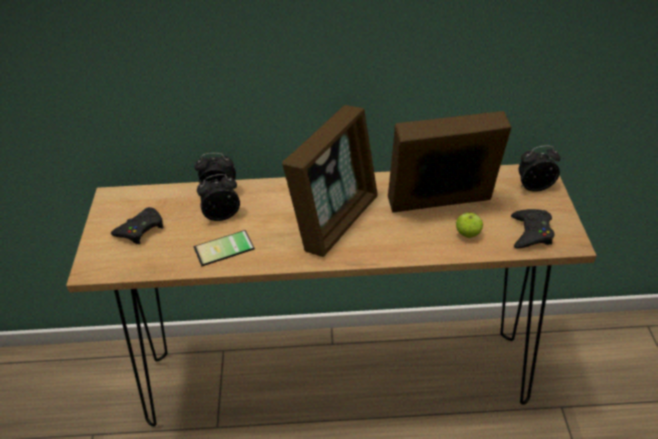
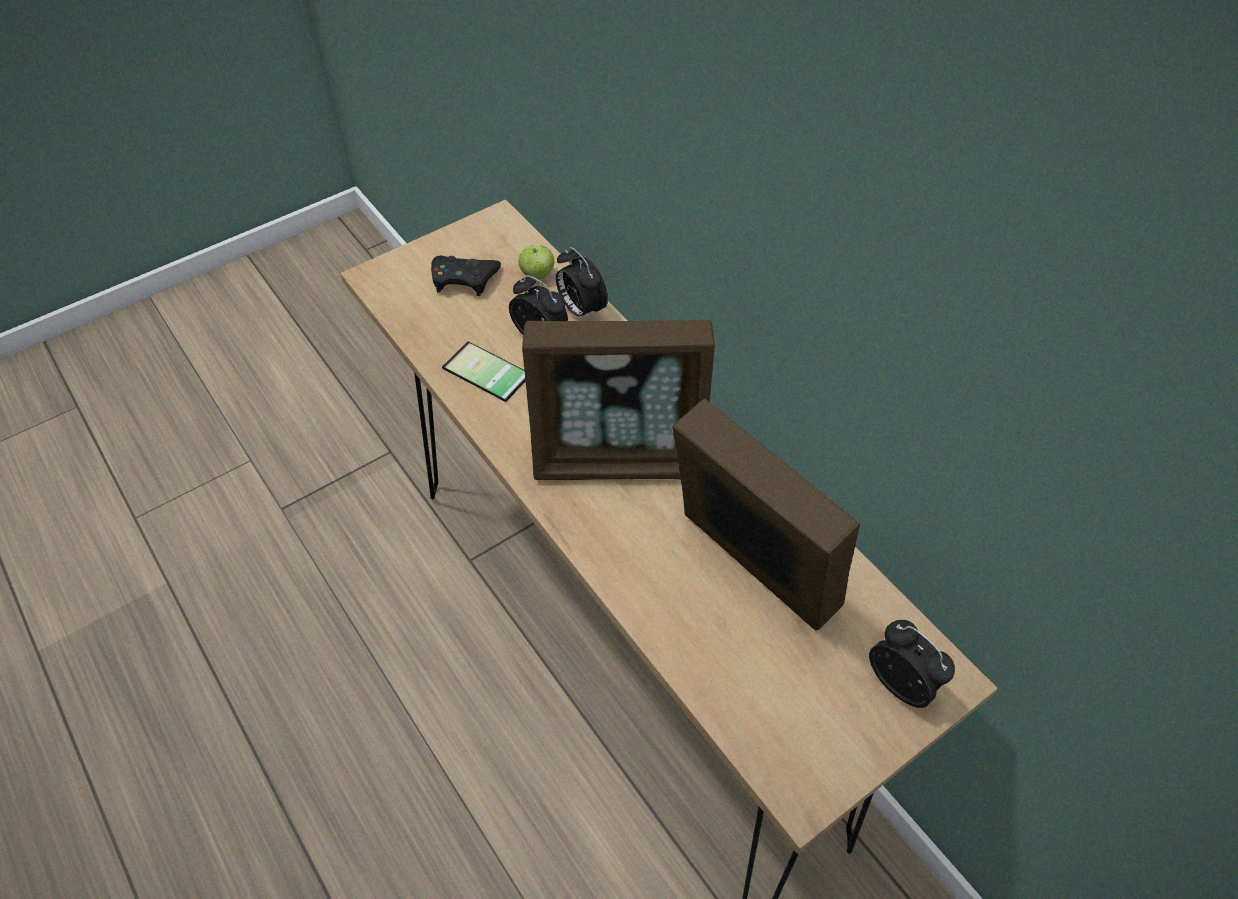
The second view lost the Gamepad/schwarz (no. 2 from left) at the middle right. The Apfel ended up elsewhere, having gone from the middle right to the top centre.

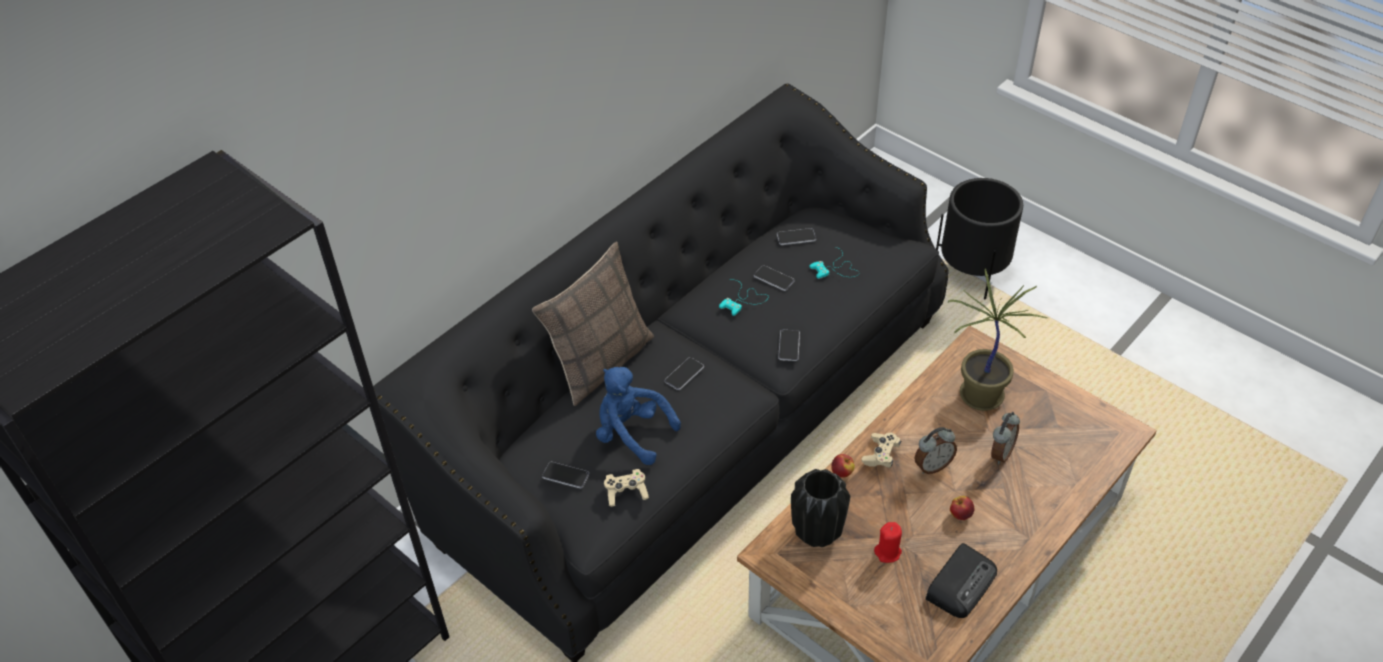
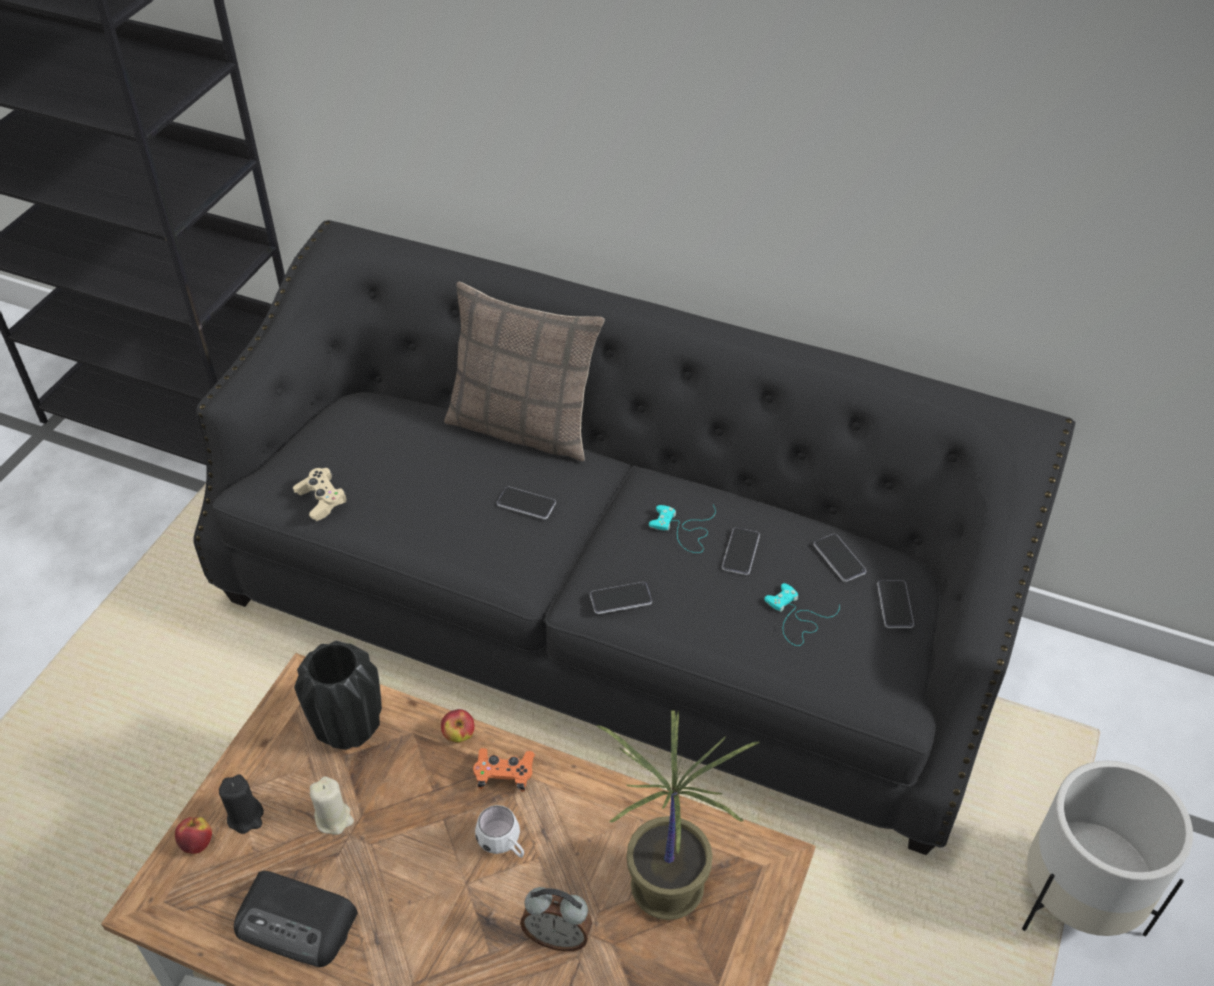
The second view lost the Plüschtier/blau at the centre. The second view gained the Kerze/schwarz at the bottom left. The Handy (no. 1 from left in the first image) ended up elsewhere, having gone from the bottom centre to the middle right. The Apfel (no. 2 from left in the first image) ended up elsewhere, having gone from the bottom right to the bottom left. Where the Wecker (no. 1 from left) stood at the bottom right, the Henkelbecher/weiß came to stand at the bottom centre. What was the Gamepad/beige (no. 2 from left) at the bottom centre turned into the Gamepad/orange at the bottom centre. What was the Kerze/rot at the bottom centre turned into the Kerze/beige at the bottom left. What was the Pflanzkübel/schwarz at the middle right turned into the Pflanzkübel/weiß at the bottom right.

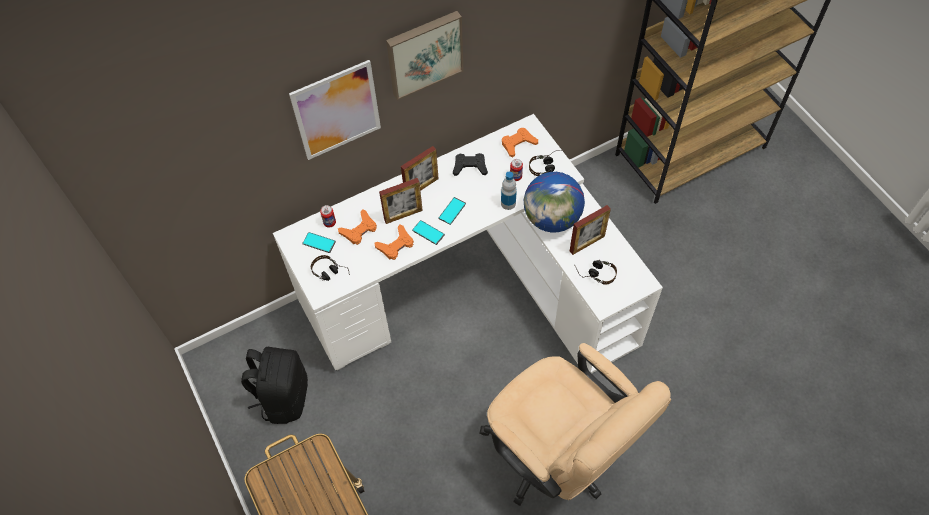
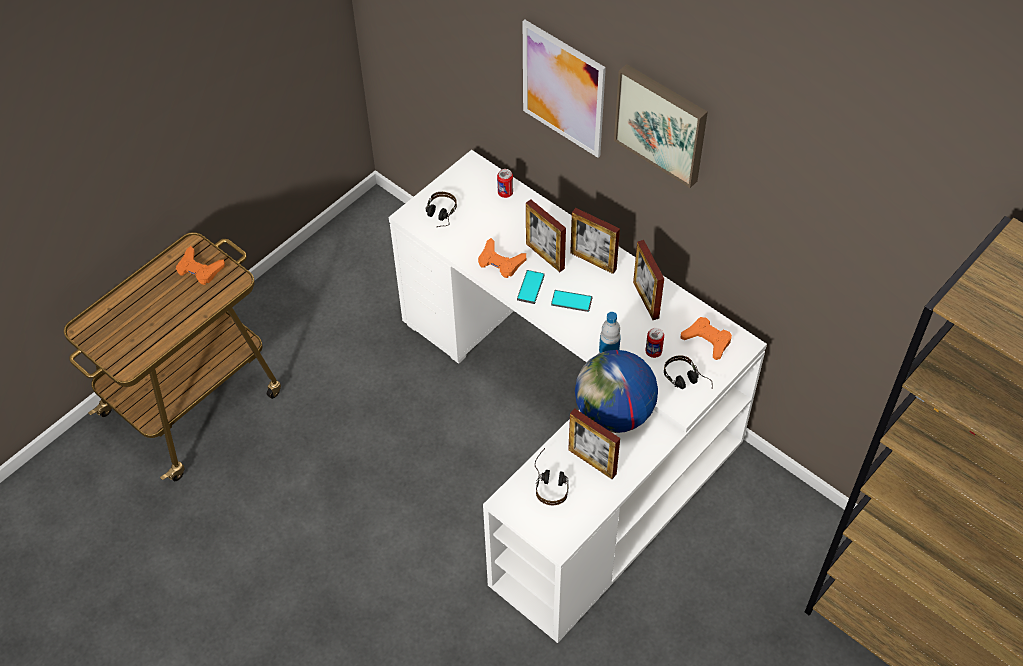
The second view lost the Rucksack/schwarz at the bottom left. The second view lost the Handy (no. 1 from left) at the centre. The second view lost the Bürostuhl/beige at the bottom centre. The Gamepad/orange (no. 1 from left) ended up elsewhere, having gone from the centre to the middle left. Where the Gamepad/schwarz stood at the top centre, the Bilderrahmen (no. 4 from left) came to stand at the centre.

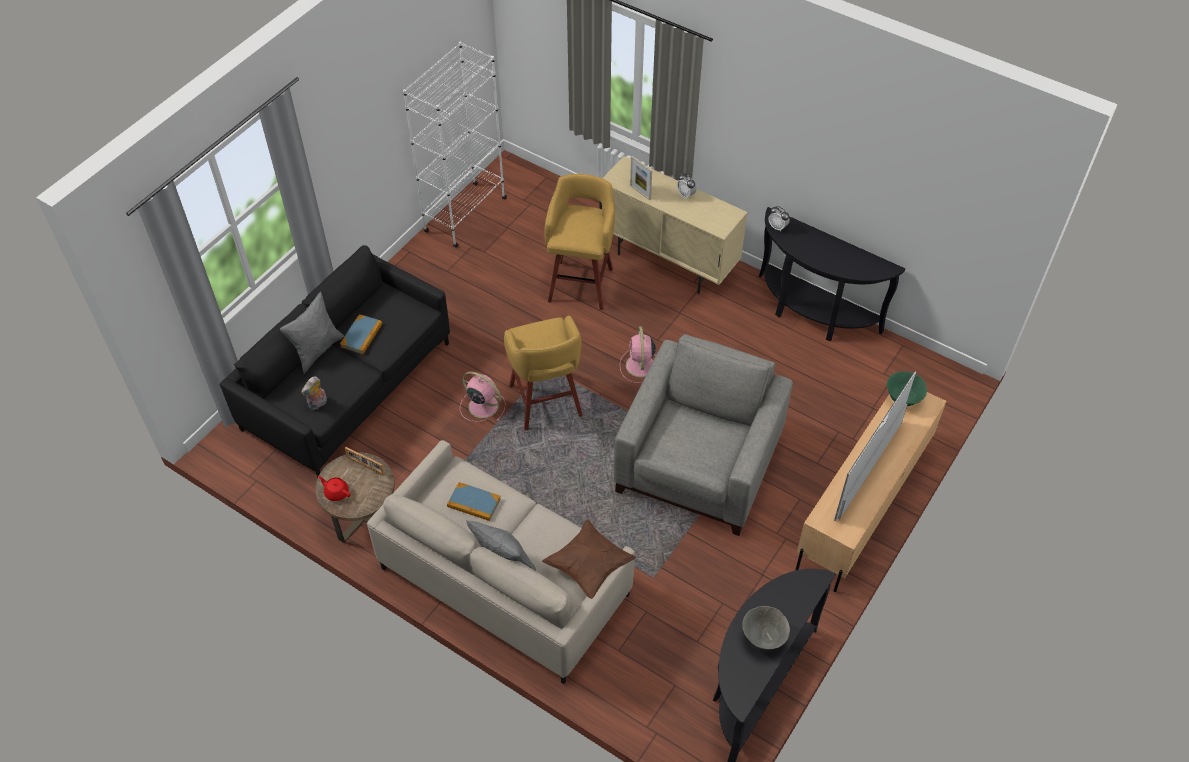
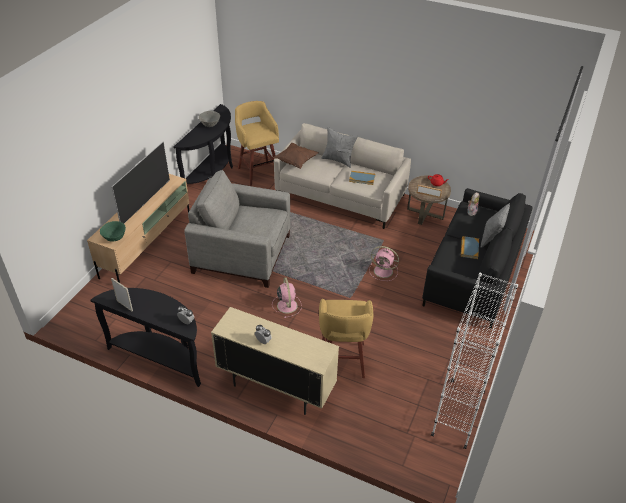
The Hocker/gelb (no. 1 from left) ended up elsewhere, having gone from the centre to the top centre. The Bilderrahmen (no. 2 from left in the first image) ended up elsewhere, having gone from the top centre to the middle left. The Sessel/grau at the centre ended up facing another way, 90 degrees clockwise from before.

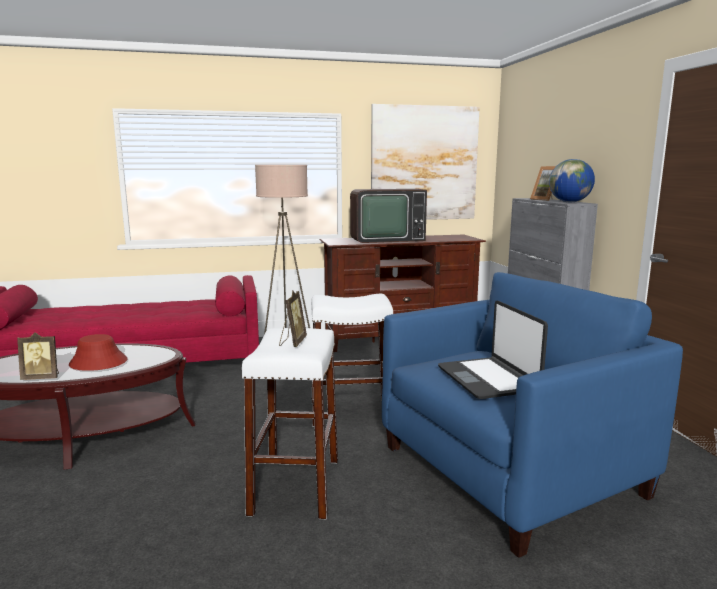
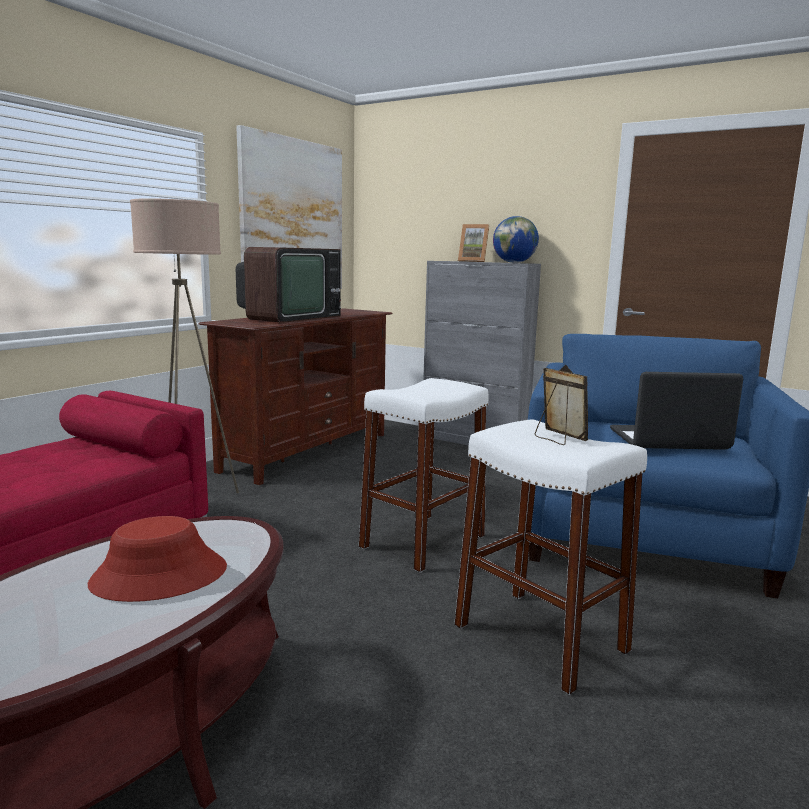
The second view lost the Bilderrahmen (no. 1 from left) at the middle left. The Laptop at the middle right ended up facing another way, 150 degrees clockwise from before.

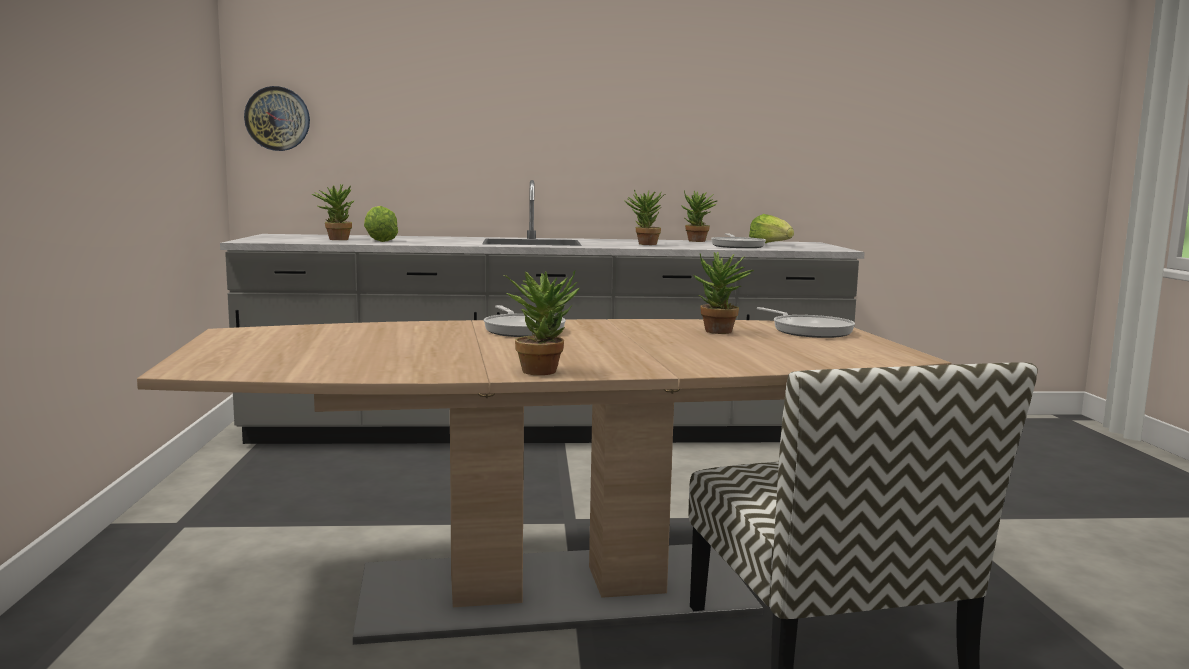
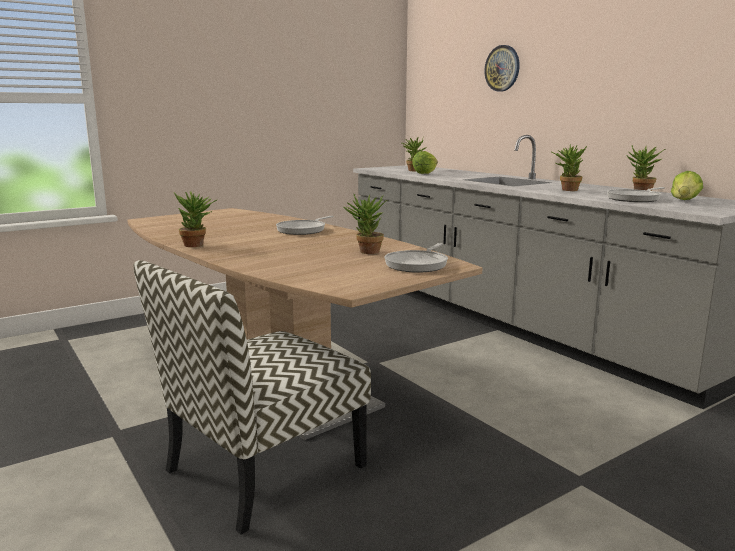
The Wanduhr ended up elsewhere, having gone from the top left to the top right.

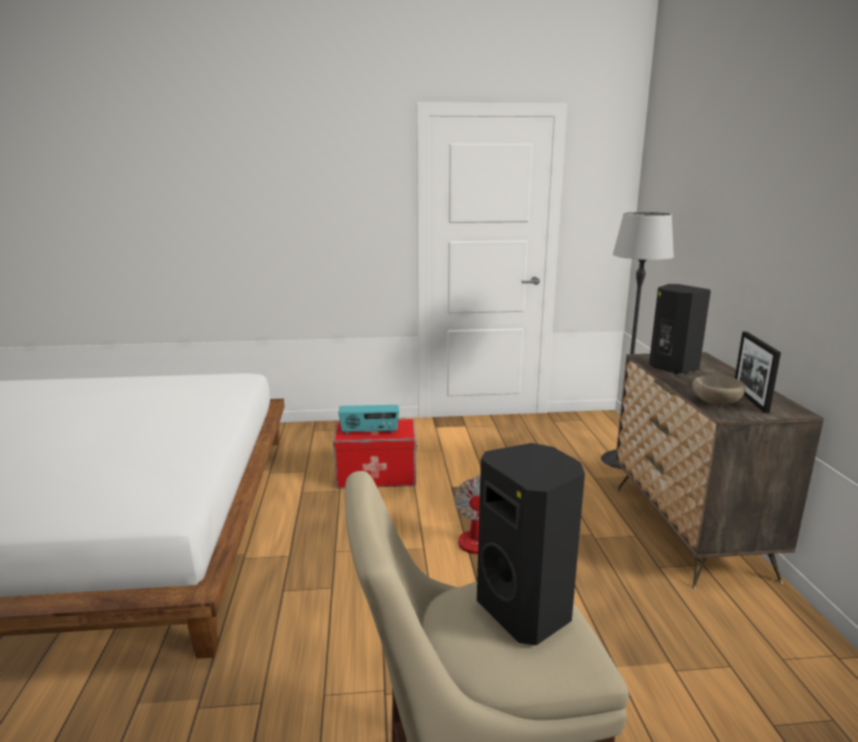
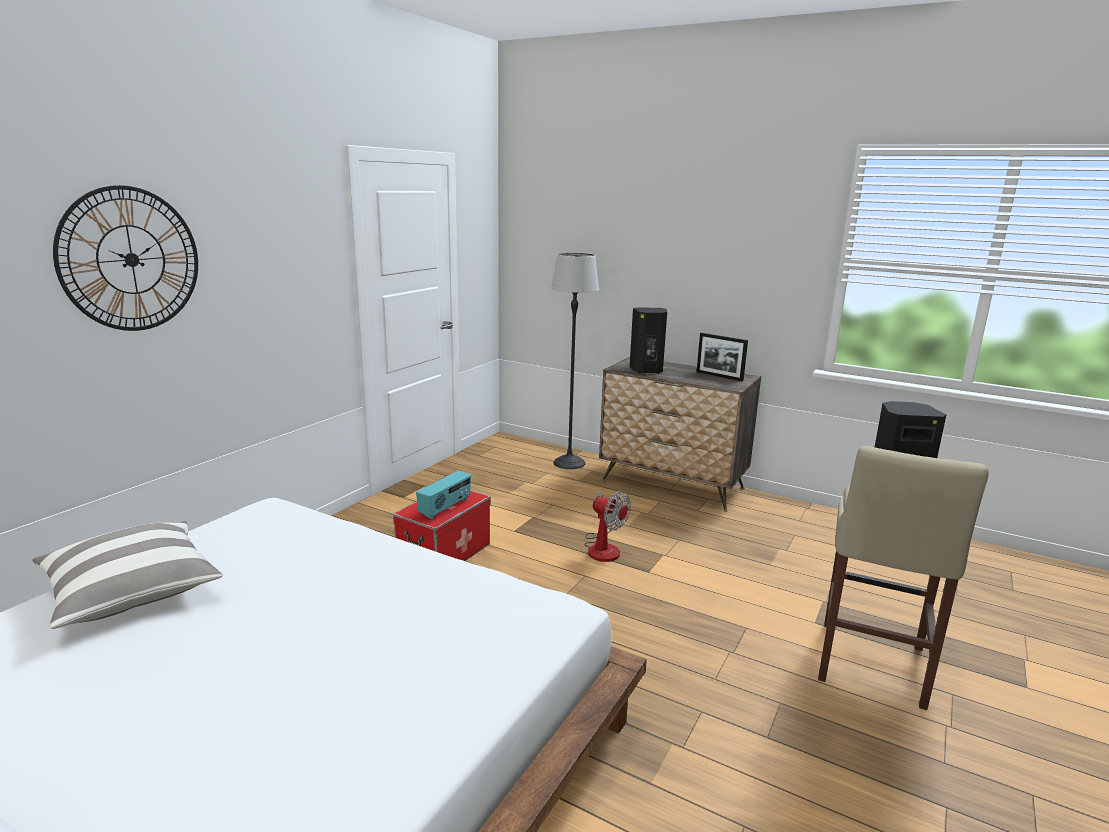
The second view lost the Schüssel/beige at the middle right. The second view gained the Kissen at the bottom left. The second view gained the Wanduhr at the top left.

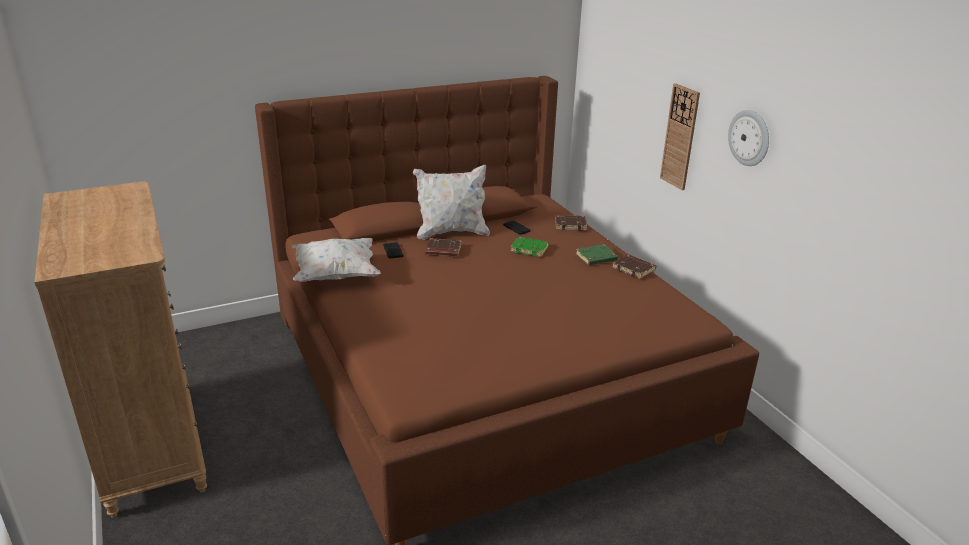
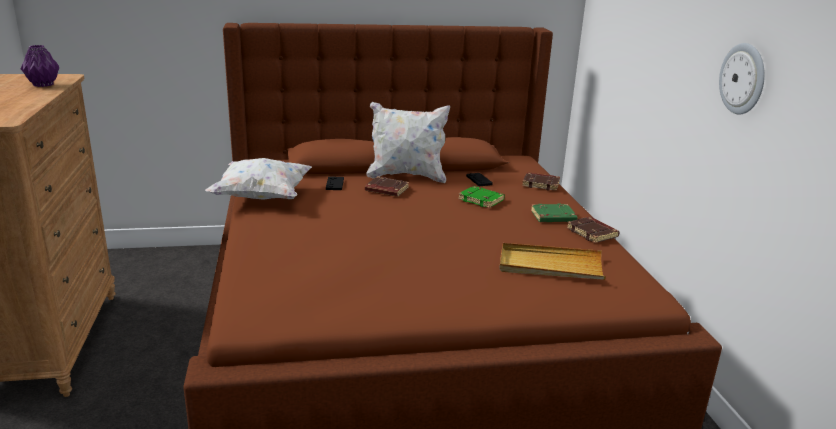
The second view lost the Wanduhr (no. 1 from left) at the top right. The second view gained the Vase/lila at the top left. The second view gained the Tablett/beige at the centre.

